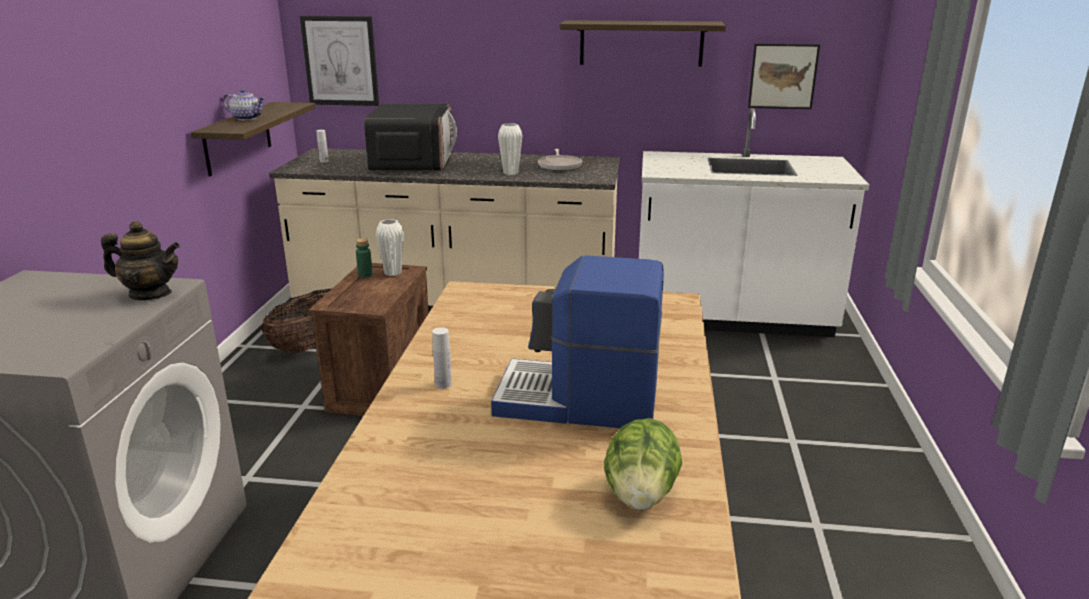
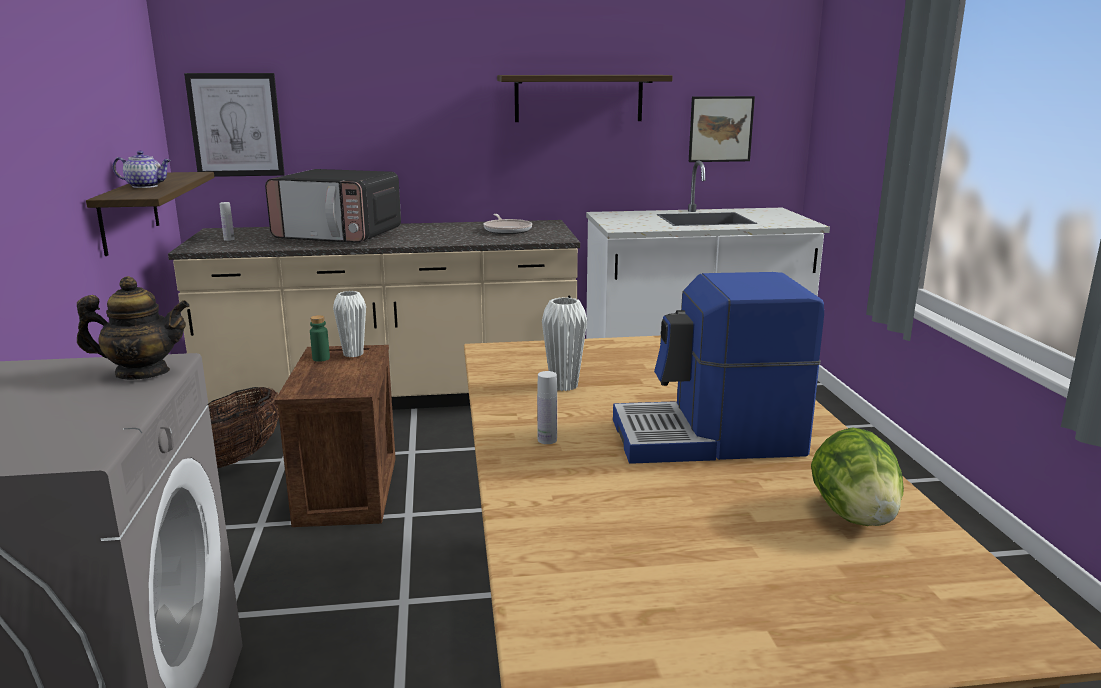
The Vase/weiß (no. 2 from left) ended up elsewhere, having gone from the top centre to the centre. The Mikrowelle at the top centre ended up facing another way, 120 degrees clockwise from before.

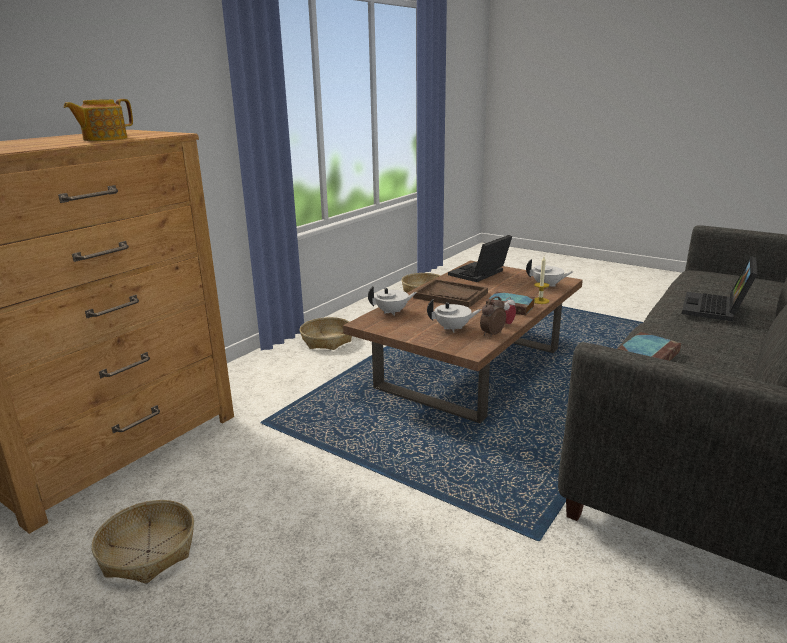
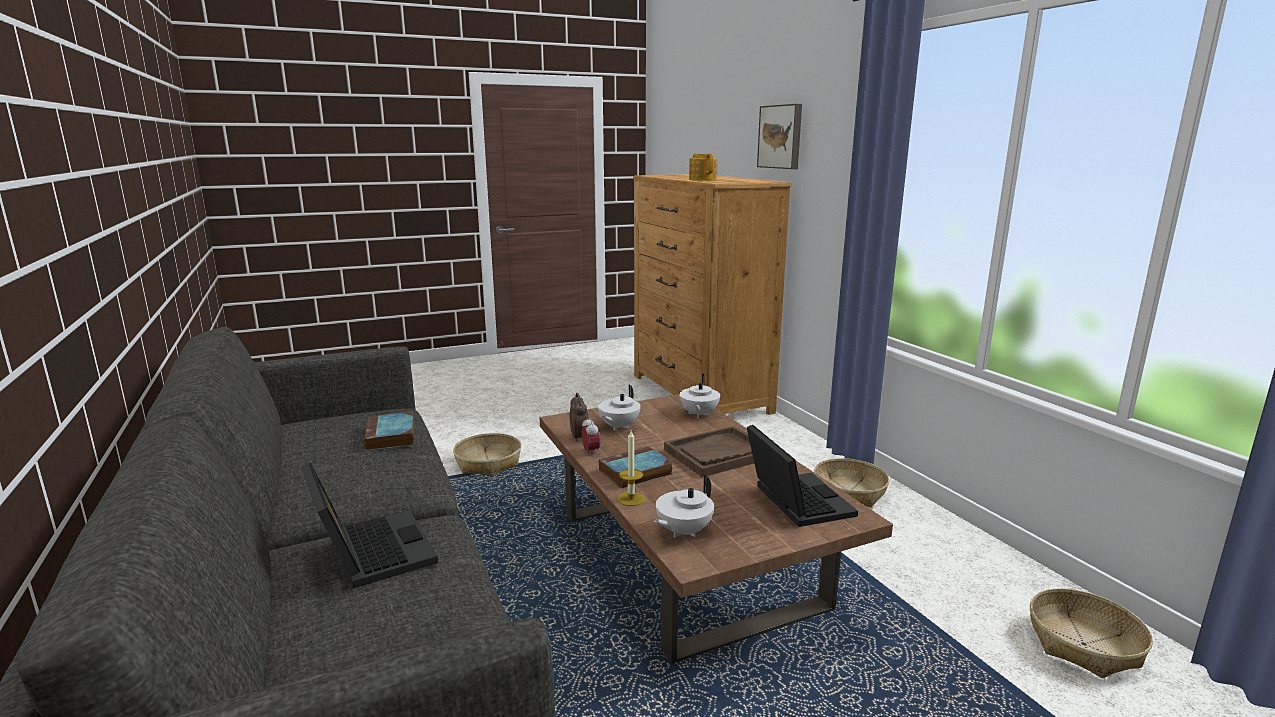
The second view gained the Bild at the top centre. The Korb (no. 1 from left) ended up elsewhere, having gone from the bottom left to the centre.

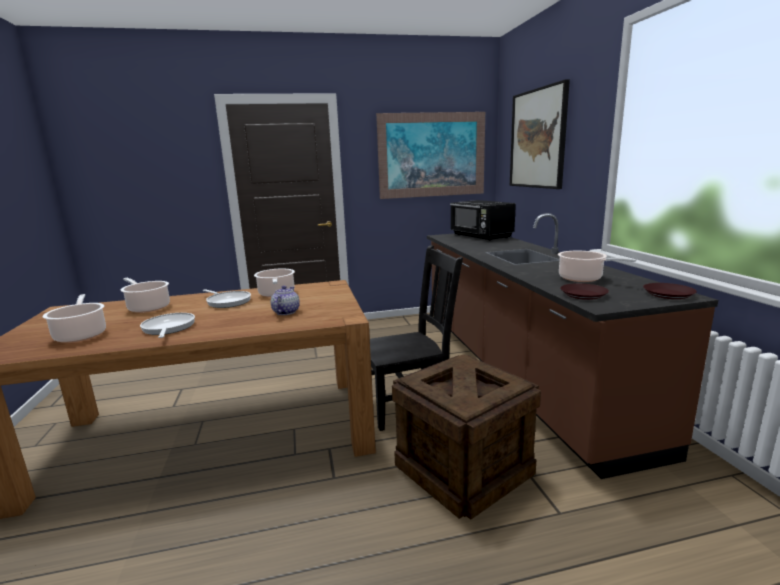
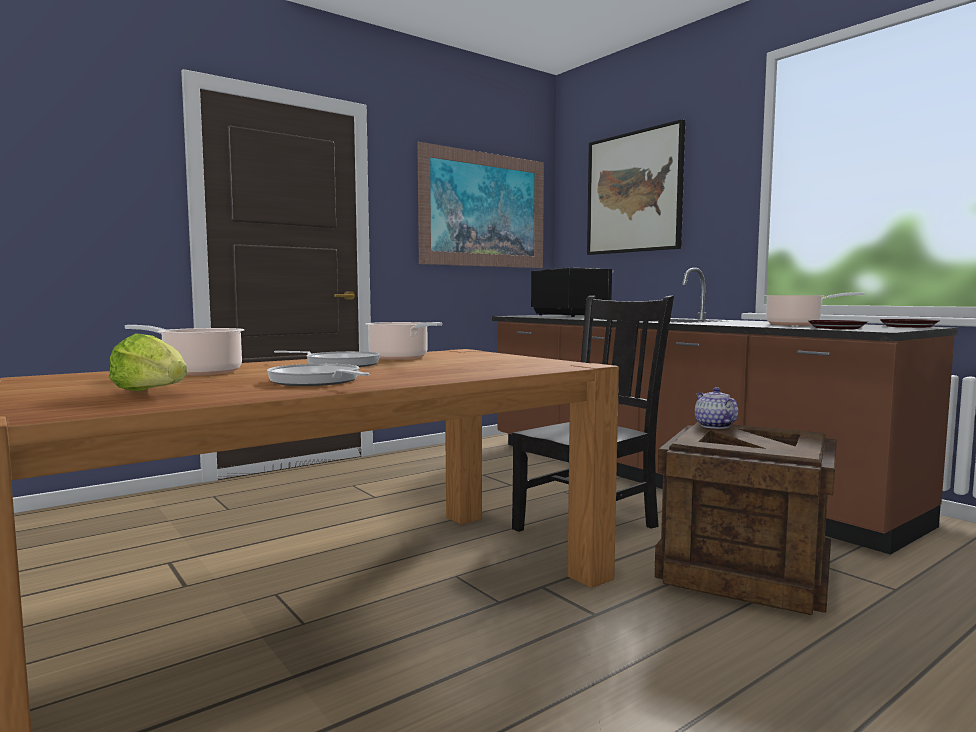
The Teekanne ended up elsewhere, having gone from the centre to the middle right. Where the Kochtopf (no. 1 from left) stood at the middle left, the Salatkopf came to stand at the middle left. The Mikrowelle/schwarz at the centre ended up facing another way, 150 degrees counterclockwise from before.

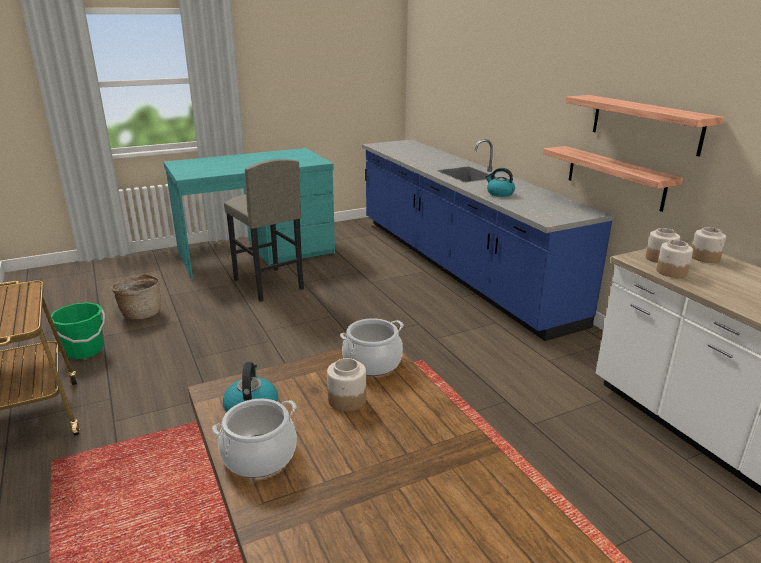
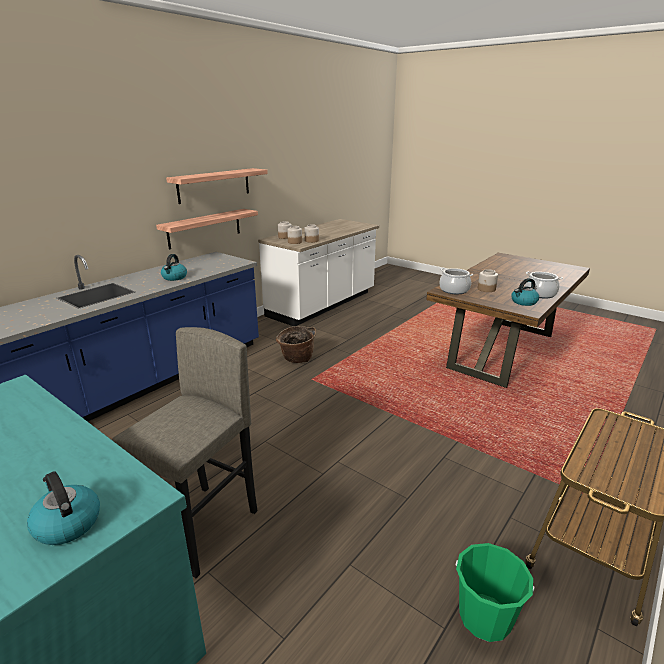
The second view gained the Wasserkessel (no. 1 from left) at the bottom left. The Korb ended up elsewhere, having gone from the middle left to the centre.

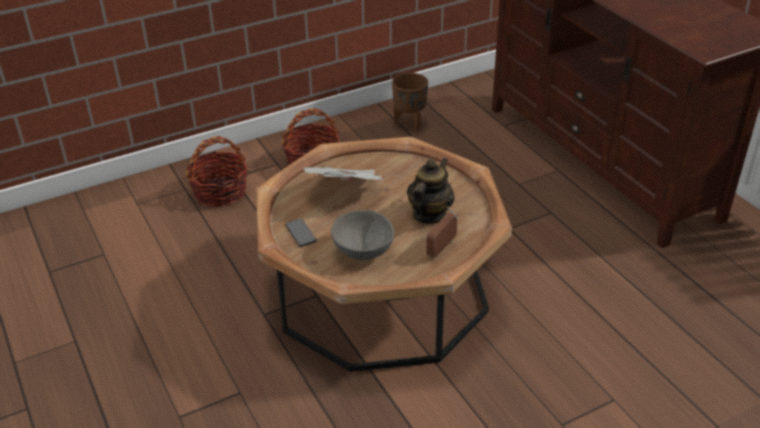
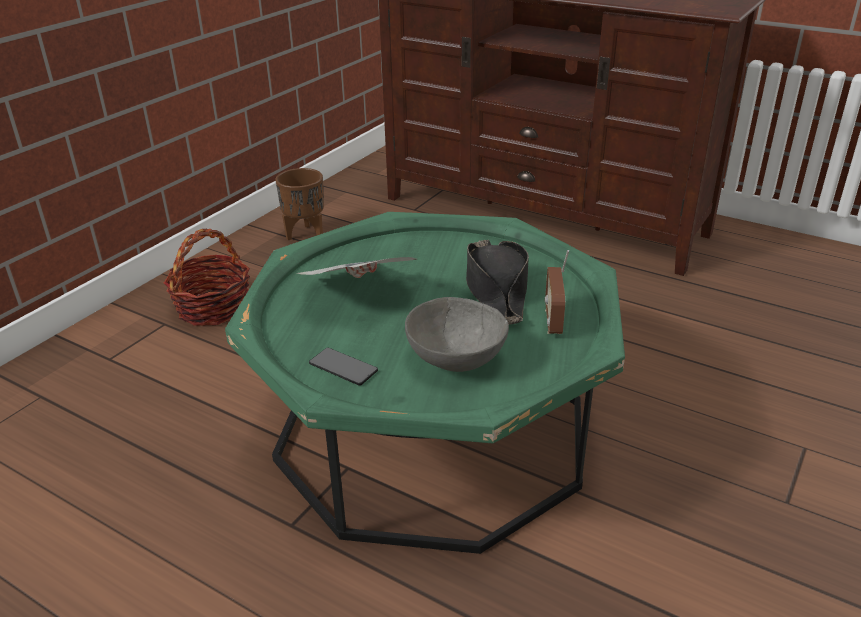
The second view lost the Korb (no. 1 from left) at the middle left. Where the Teekanne stood at the centre, the Hut/schwarz came to stand at the centre. What was the Couchtisch/braun at the centre turned into the Couchtisch/grün at the centre.

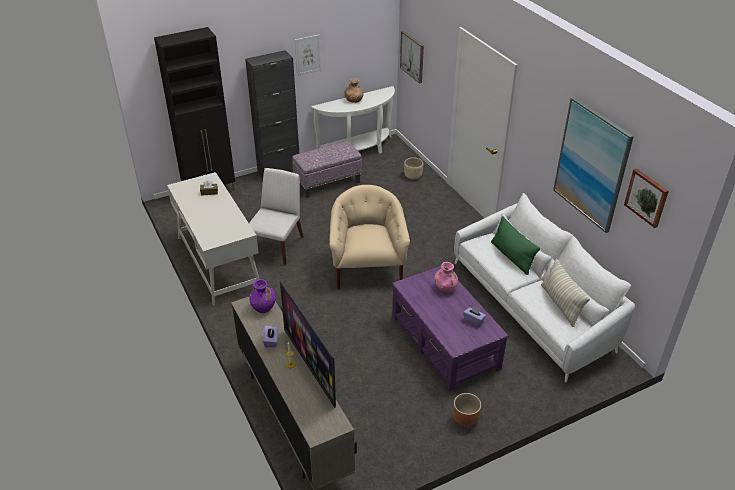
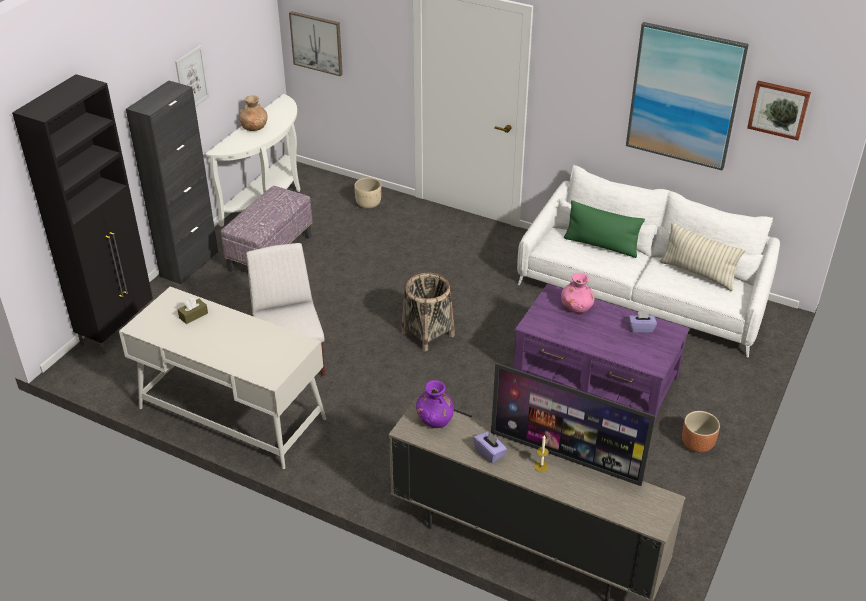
Where the Sessel/beige stood at the centre, the Korb came to stand at the centre.

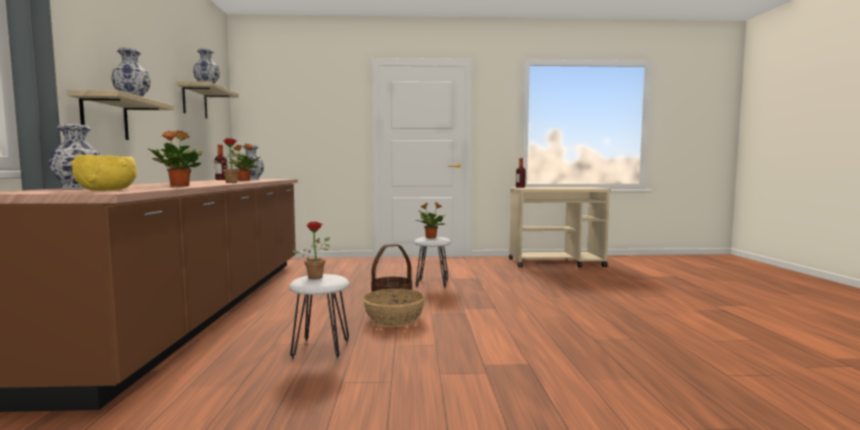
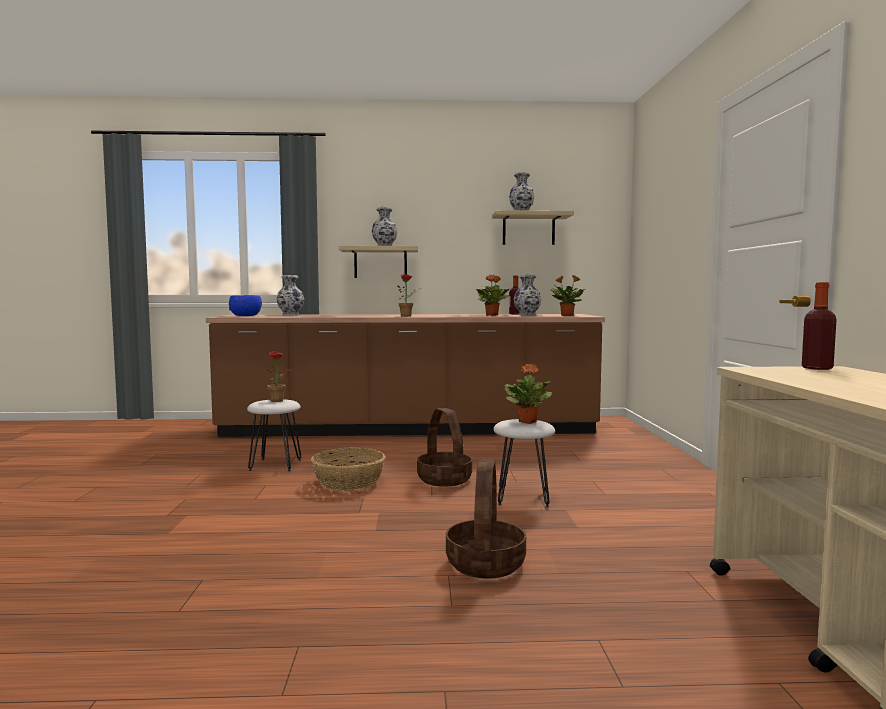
The second view gained the Korb (no. 3 from left) at the bottom centre. The Topfpflanze (no. 1 from left in the first image) ended up elsewhere, having gone from the middle left to the centre. What was the Schüssel/gelb at the middle left turned into the Schüssel/blau at the middle left.

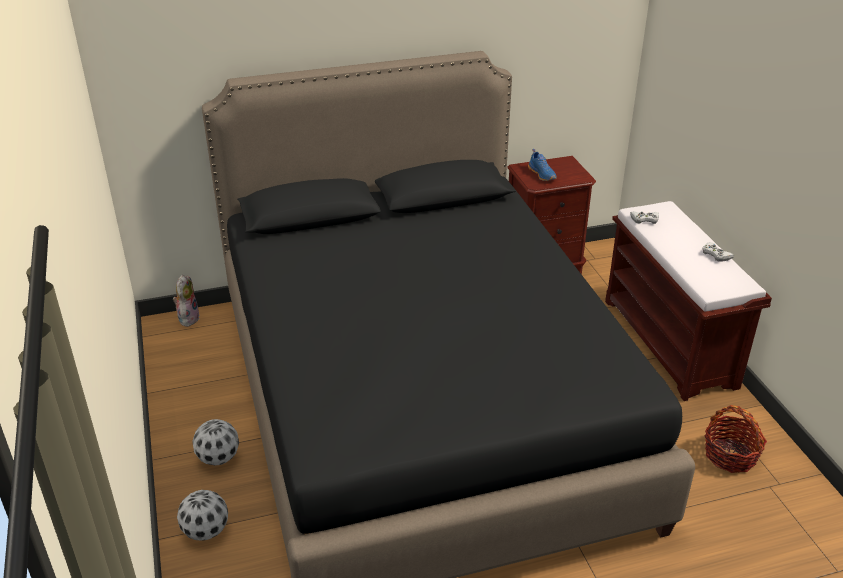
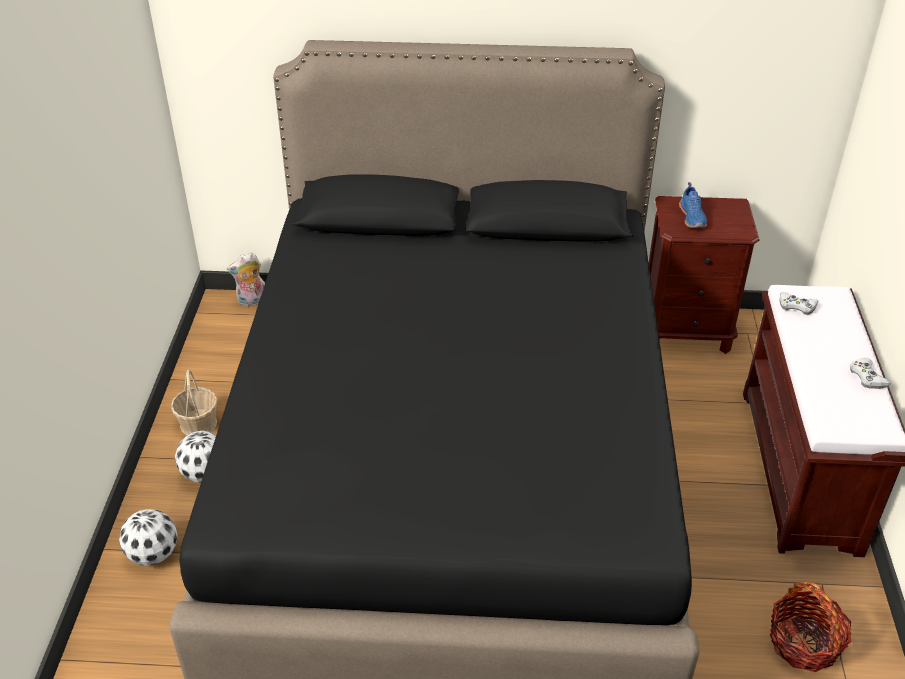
The second view gained the Korb (no. 1 from left) at the middle left. The Plüschtier at the middle left ended up facing another way, 135 degrees counterclockwise from before.

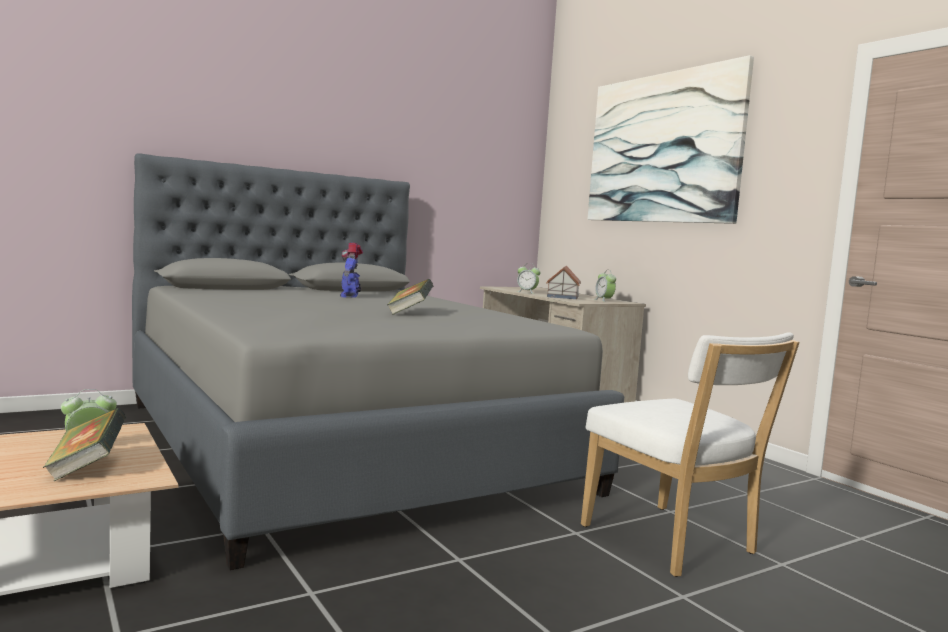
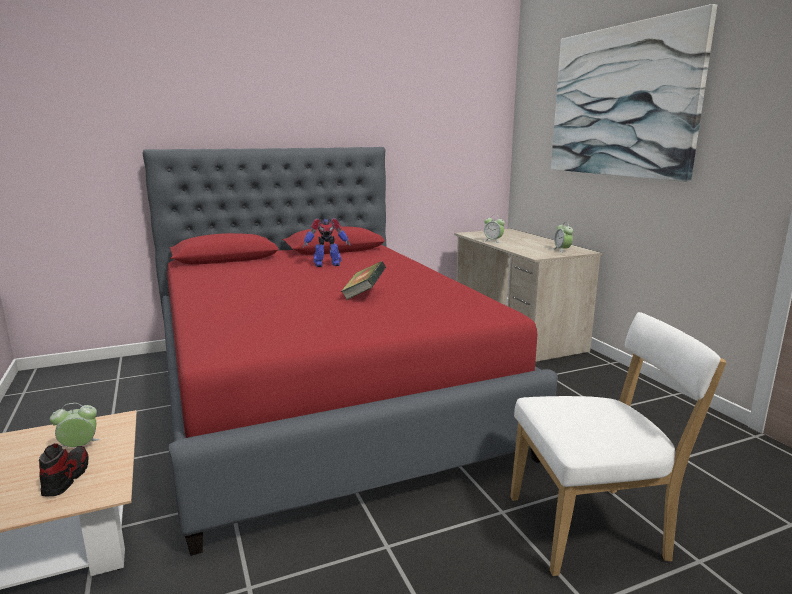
The second view lost the Spielzeughaus at the centre. Where the Buch (no. 1 from left) stood at the bottom left, the Schuh came to stand at the bottom left. What was the Bett/grau at the centre turned into the Bett/rot at the centre. The Spielzeugroboter at the centre ended up facing another way, 105 degrees counterclockwise from before. The Stuhl/weiß at the bottom right ended up facing another way, 75 degrees counterclockwise from before.

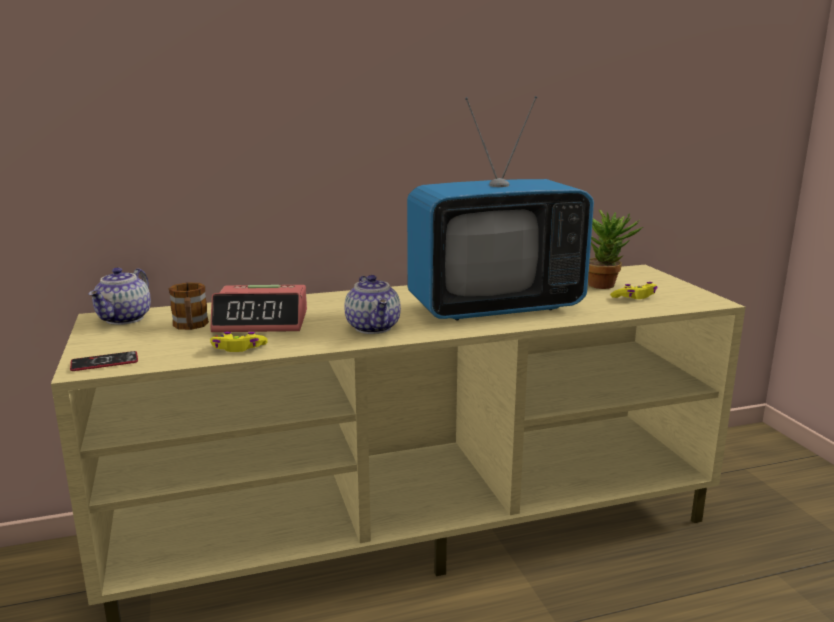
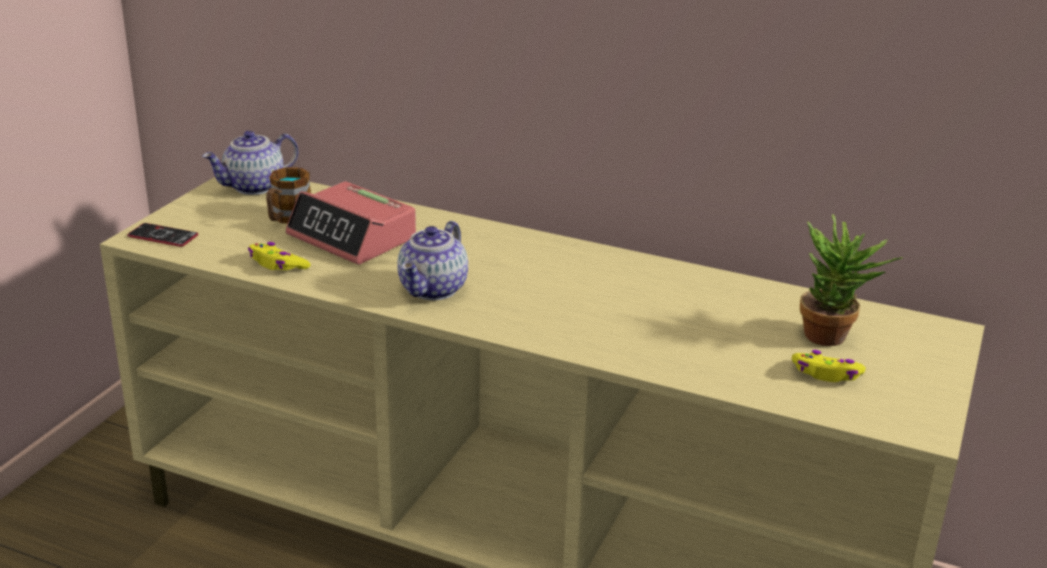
The second view lost the Fernseher at the centre.

